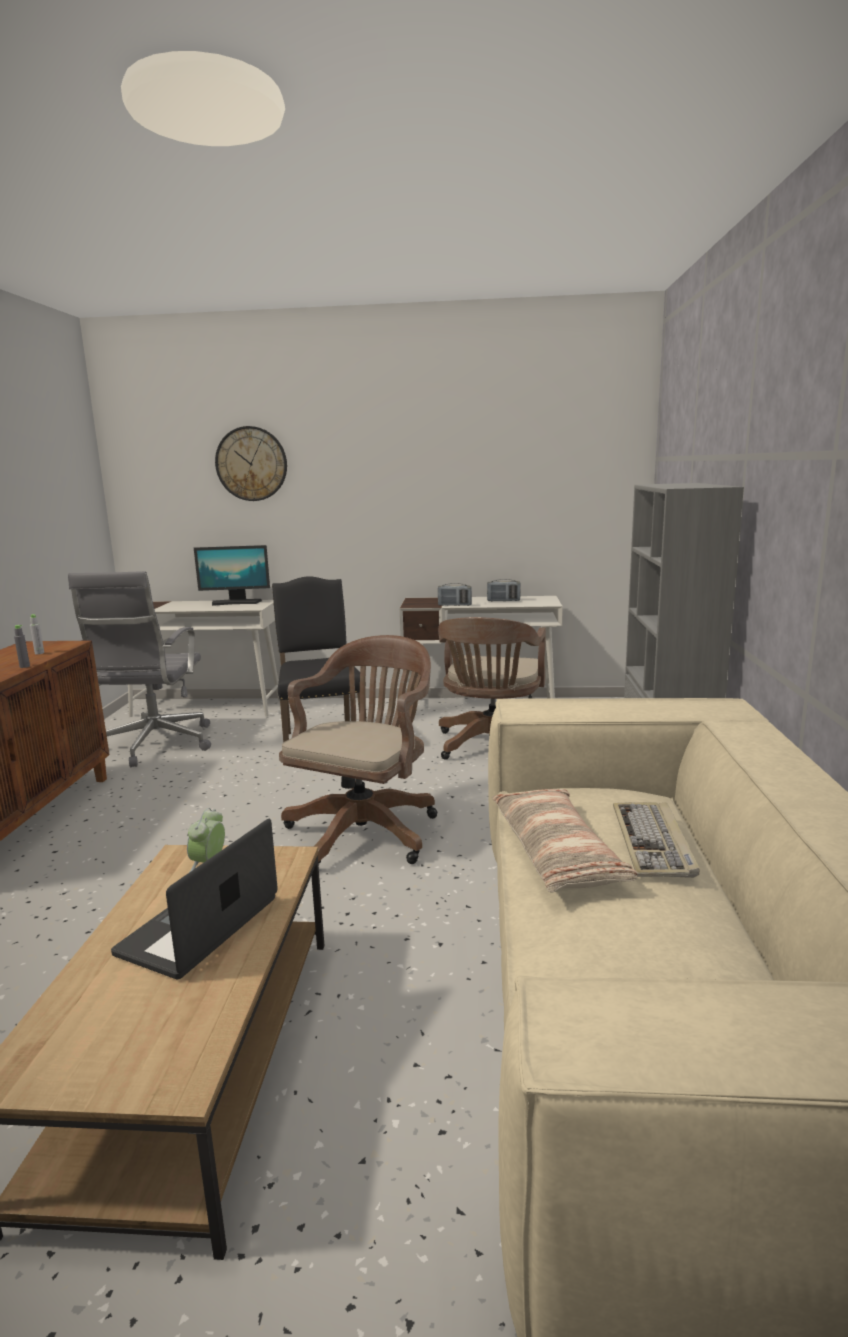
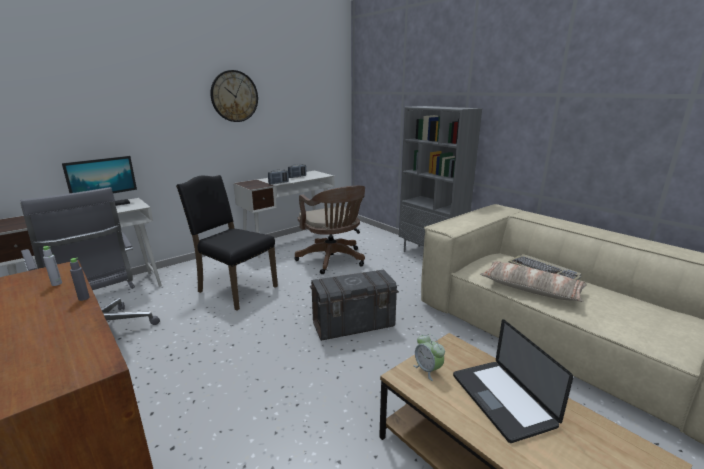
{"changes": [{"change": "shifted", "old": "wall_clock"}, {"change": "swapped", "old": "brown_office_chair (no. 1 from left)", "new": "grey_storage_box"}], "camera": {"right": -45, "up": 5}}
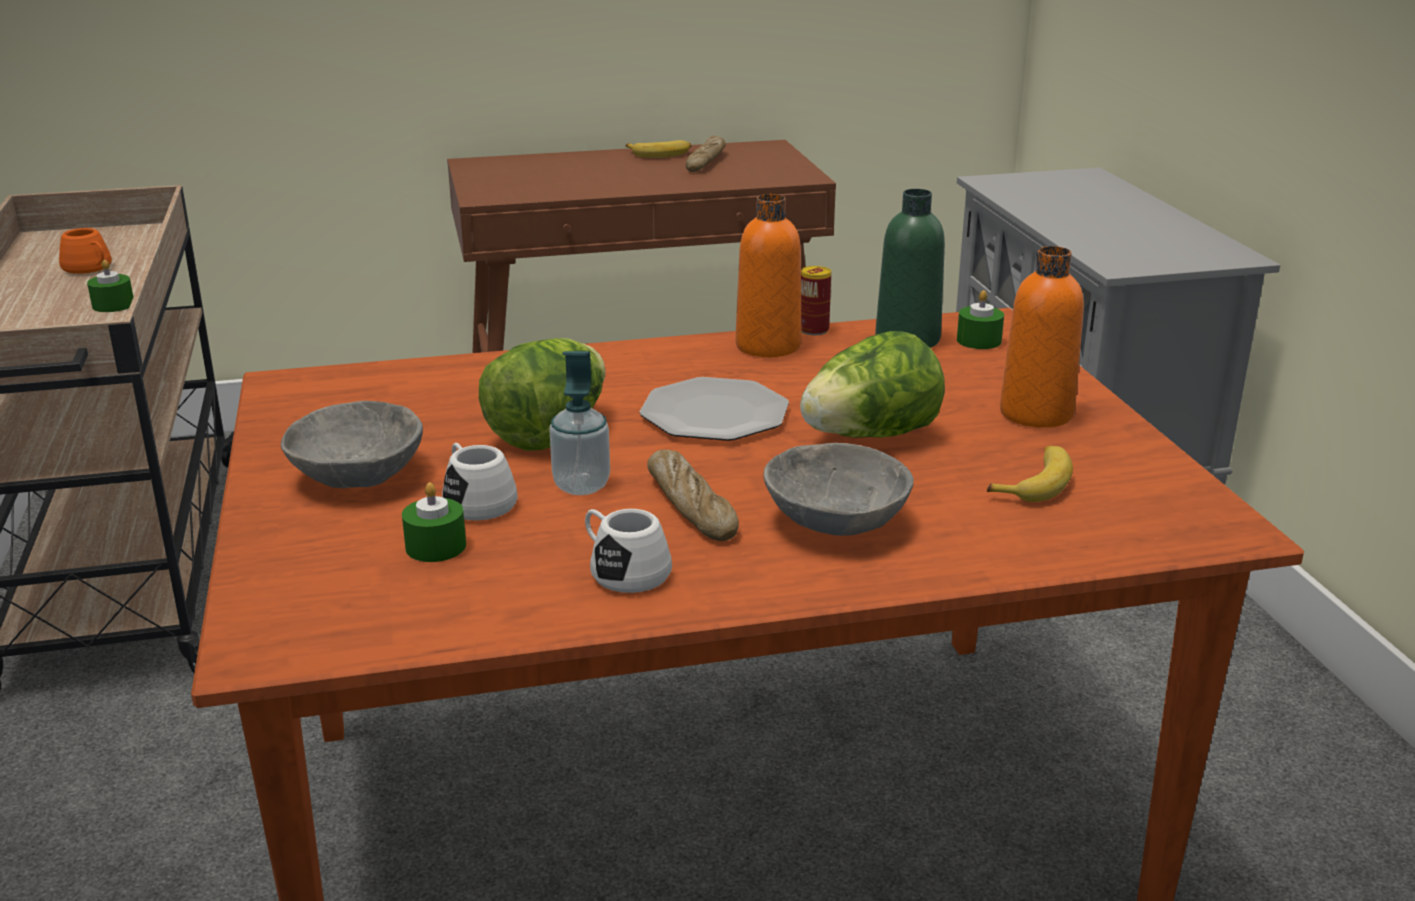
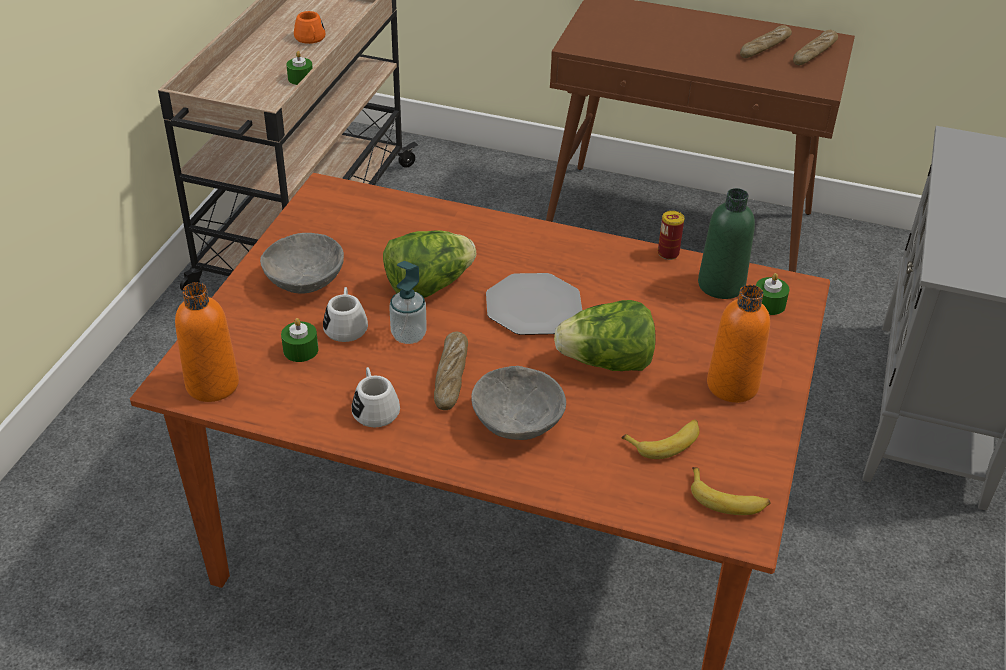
{"changes": [{"change": "new", "new": "bread (no. 3 from left)"}, {"change": "shifted", "old": "banana (no. 1 from left in the first image)", "new": "banana (no. 2 from left)"}, {"change": "shifted", "old": "orange_bottle (no. 1 from left)"}], "camera": {"right": 30, "up": 15}}
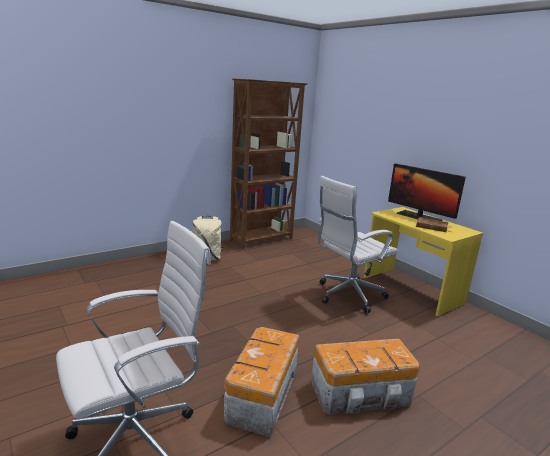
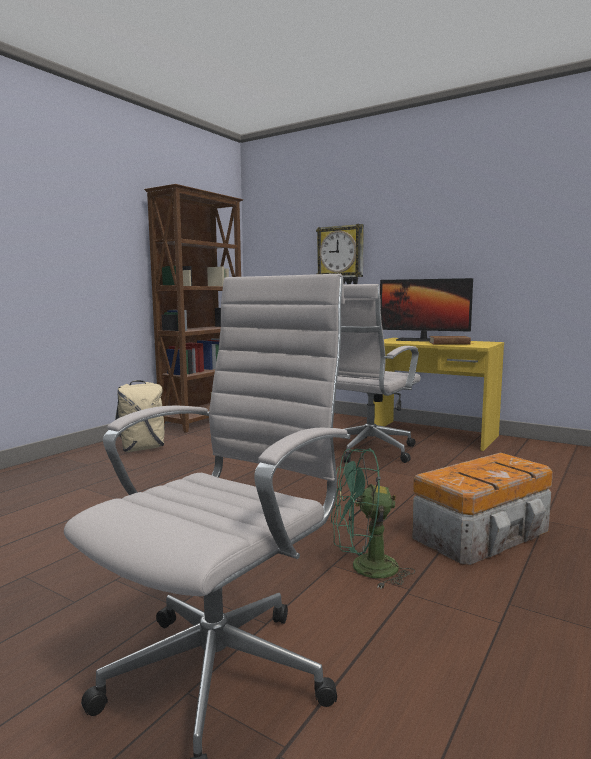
{"changes": [{"change": "new", "new": "wall_clock"}, {"change": "swapped", "old": "storage_box (no. 1 from left)", "new": "green_fan"}], "camera": {"right": -20, "up": -10}}
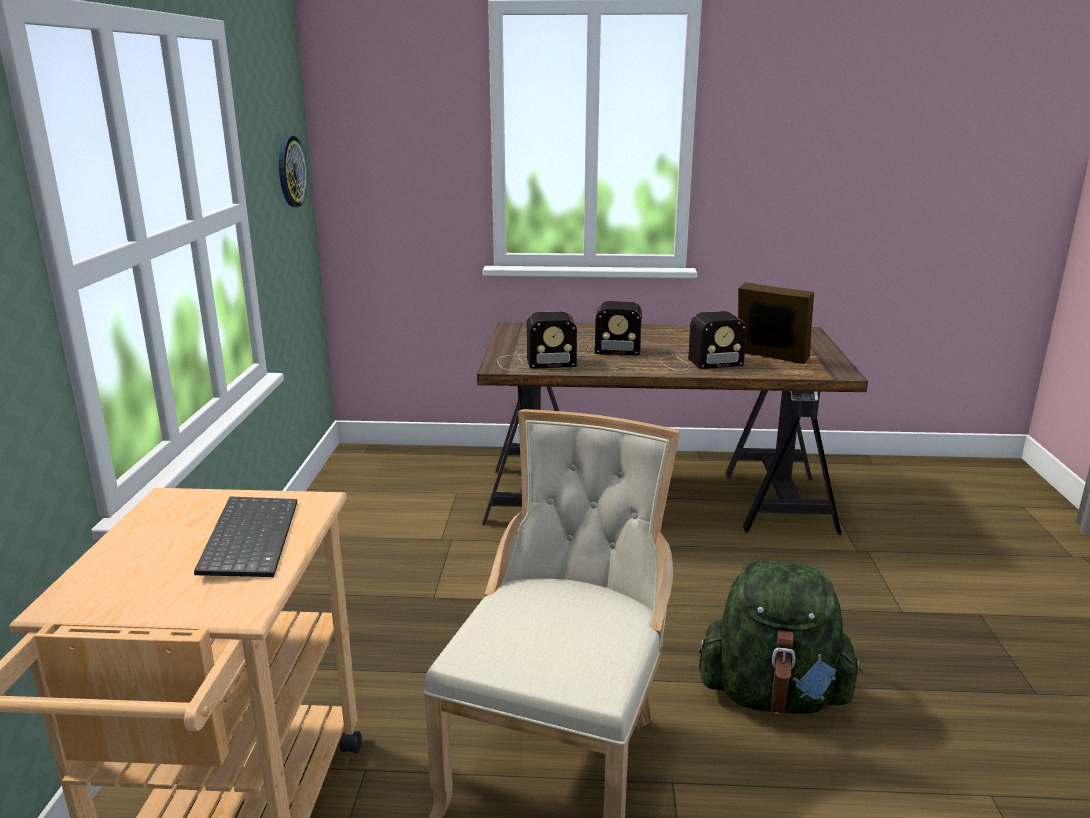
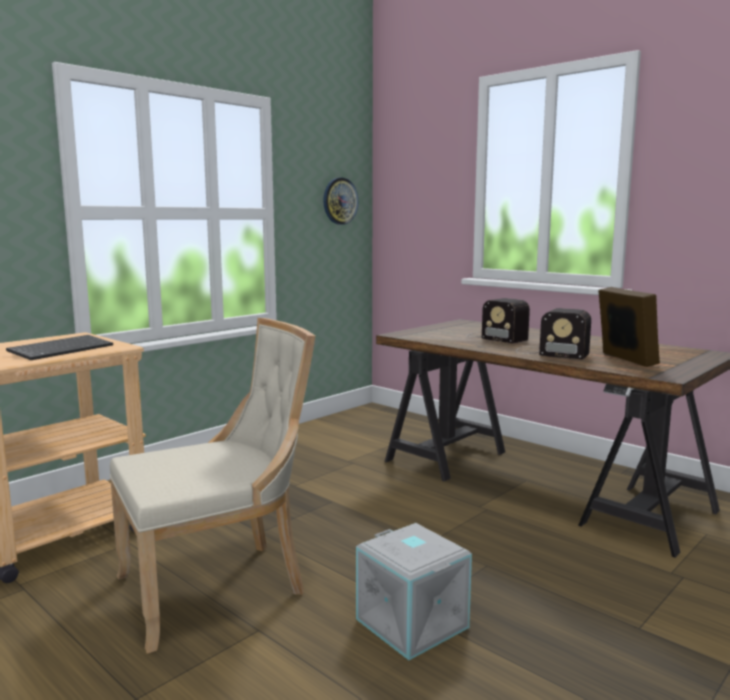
{"changes": [{"change": "gone", "old": "radio (no. 1 from left)"}, {"change": "swapped", "old": "green_backpack", "new": "grey_storage_box"}], "camera": {"right": 40, "up": -10}}
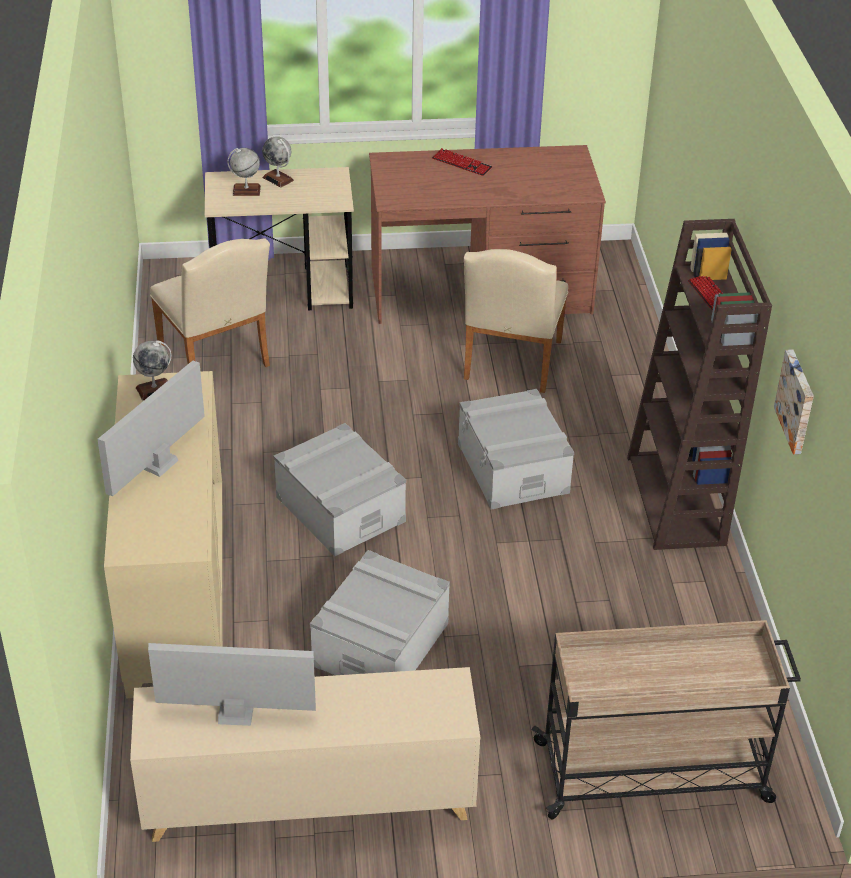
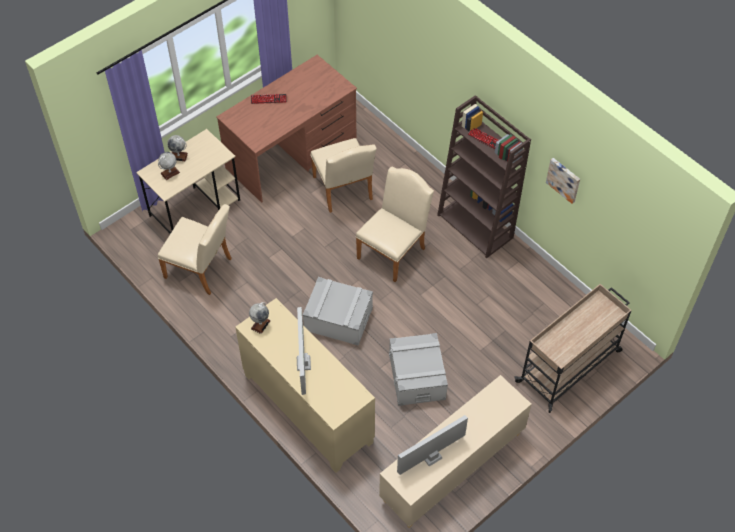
{"changes": [{"change": "swapped", "old": "grey_storage_box (no. 3 from left)", "new": "beige_chair (no. 3 from left)"}], "camera": {"right": -35, "up": 15}}
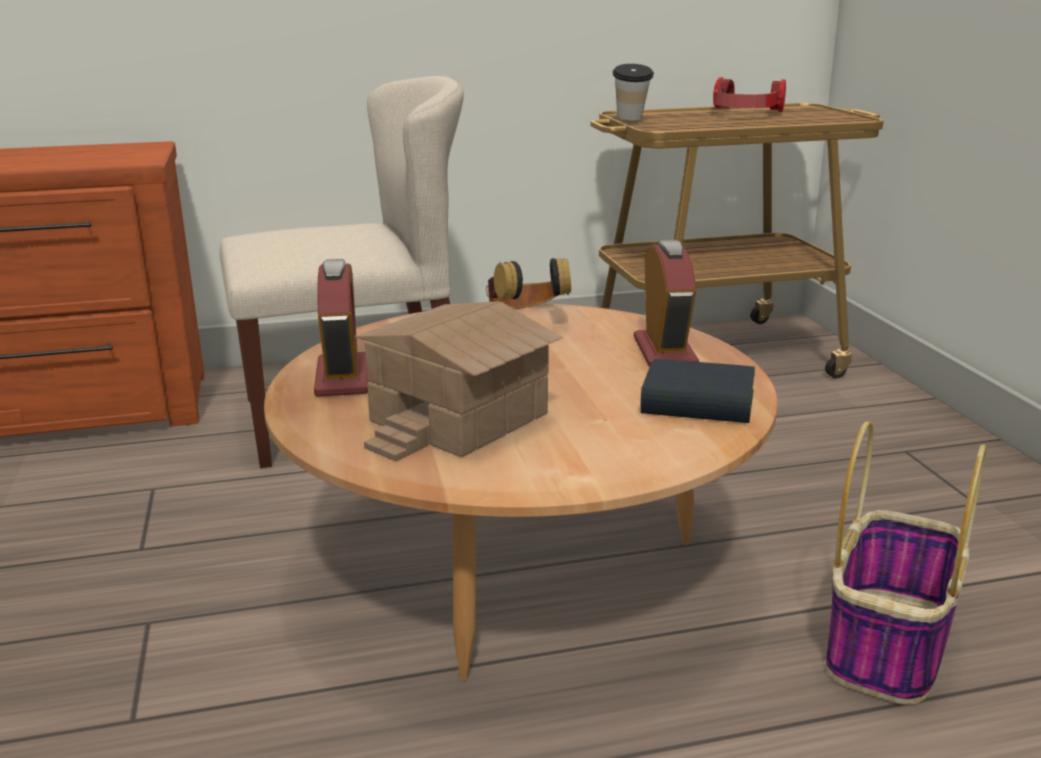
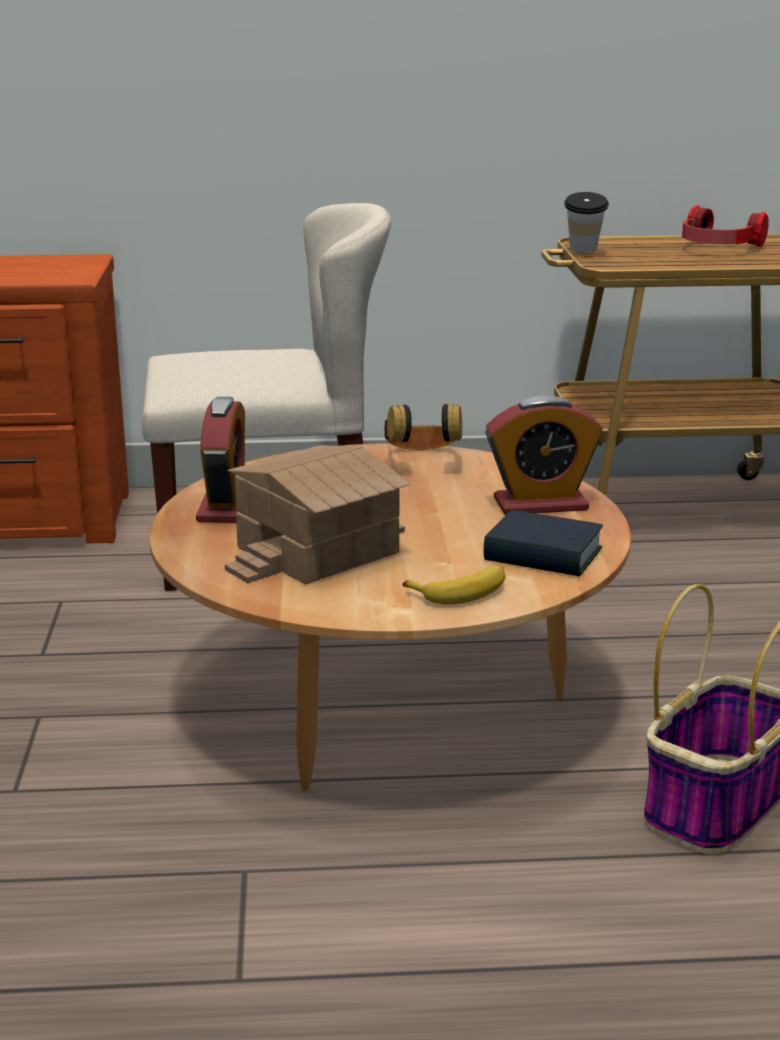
{"changes": [{"change": "new", "new": "banana"}, {"change": "rotated", "old": "alarm_clock (no. 2 from left)", "degrees": 75}], "camera": {"right": 10, "up": 0}}
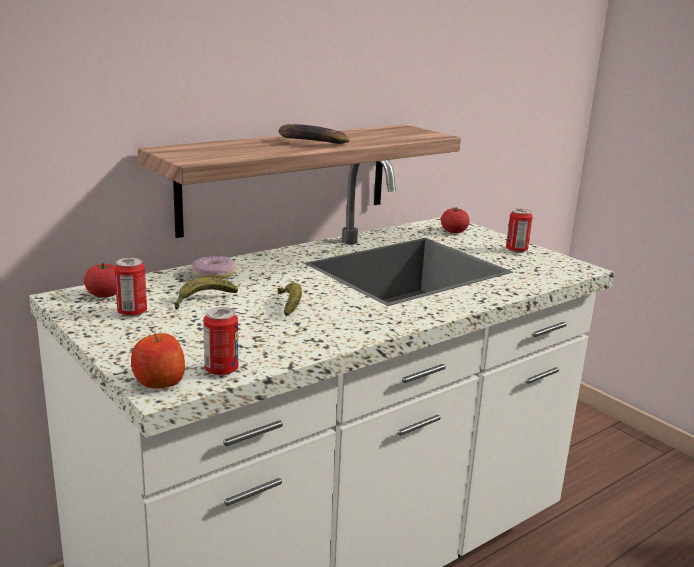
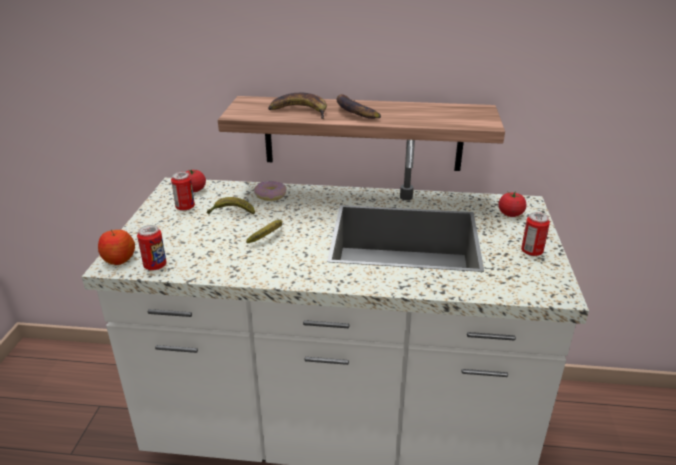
{"changes": [{"change": "new", "new": "banana (no. 3 from left)"}], "camera": {"right": 45, "up": 10}}
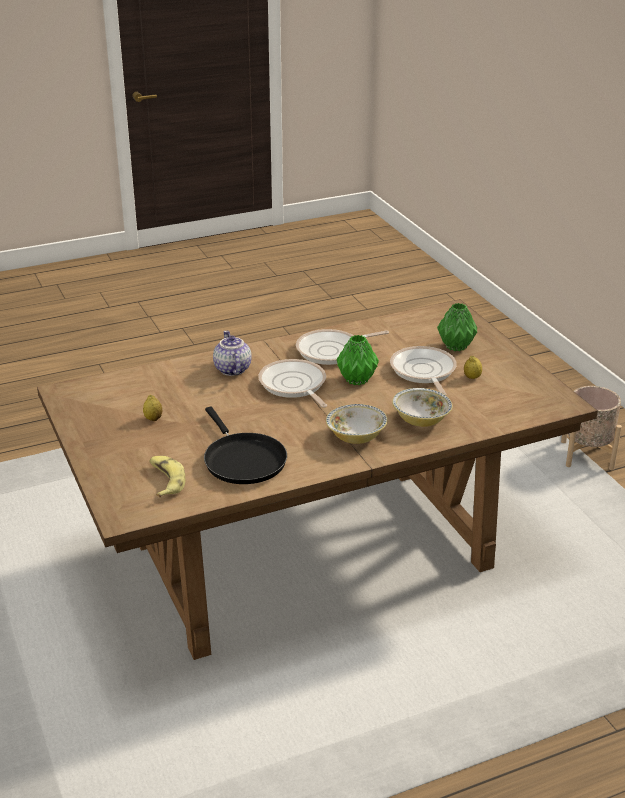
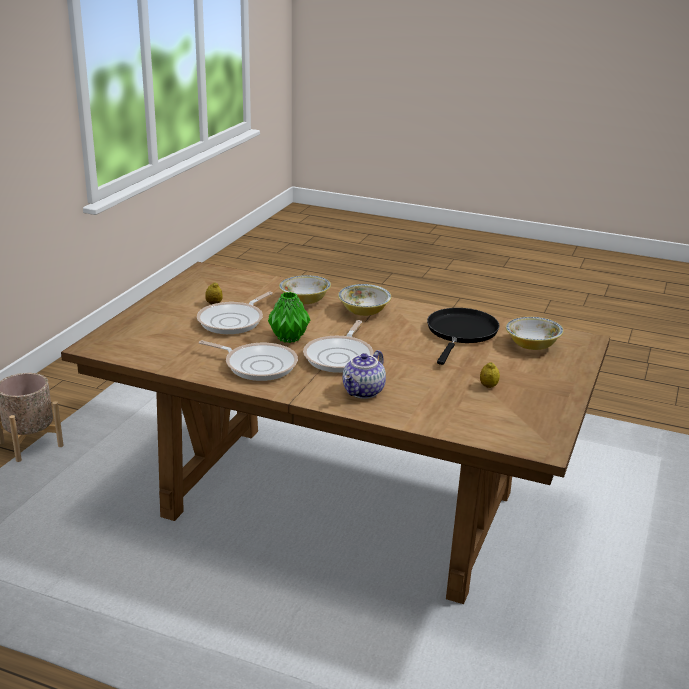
{"changes": [{"change": "gone", "old": "green_vase (no. 2 from left)"}, {"change": "swapped", "old": "banana", "new": "bowl (no. 3 from left)"}], "camera": {"right": -135, "up": -5}}
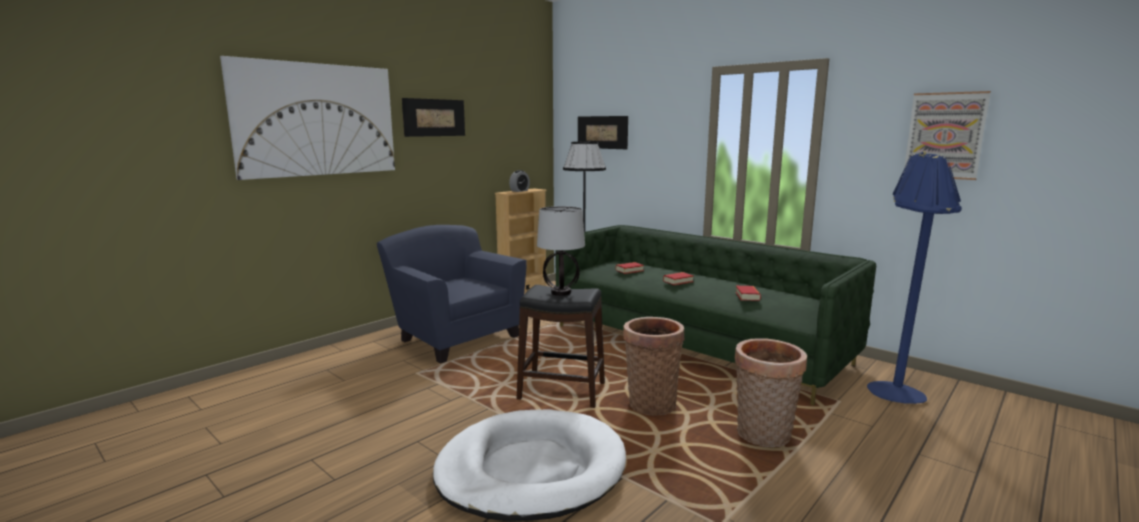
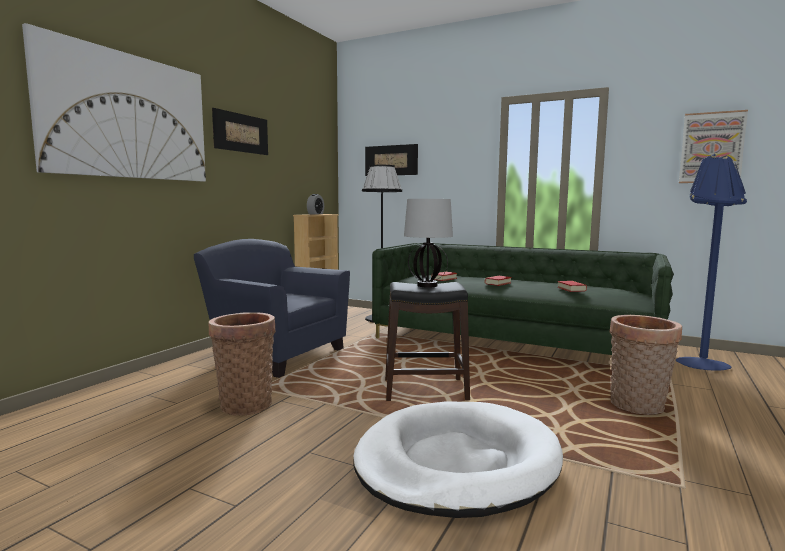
{"changes": [{"change": "shifted", "old": "basket (no. 1 from left)"}], "camera": {"right": -15, "up": -5}}
